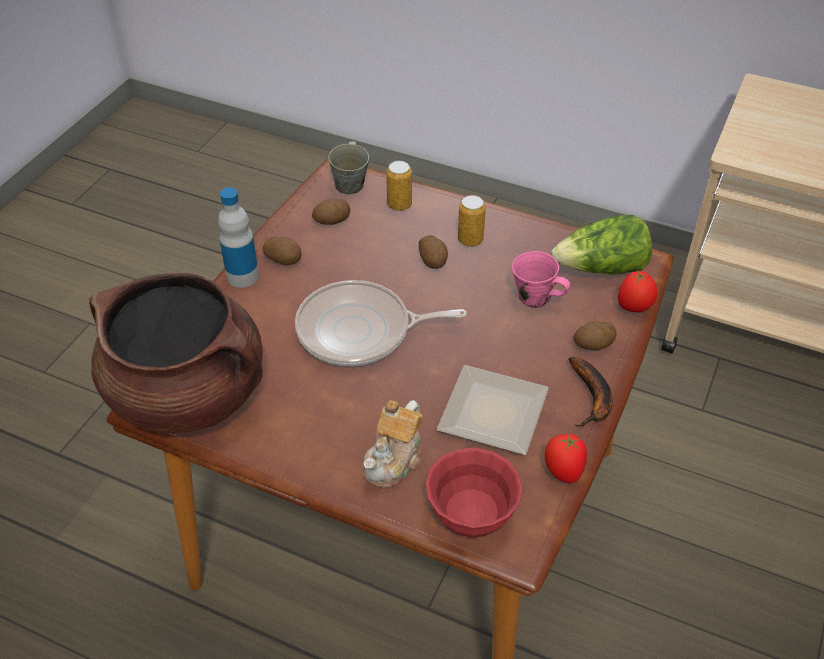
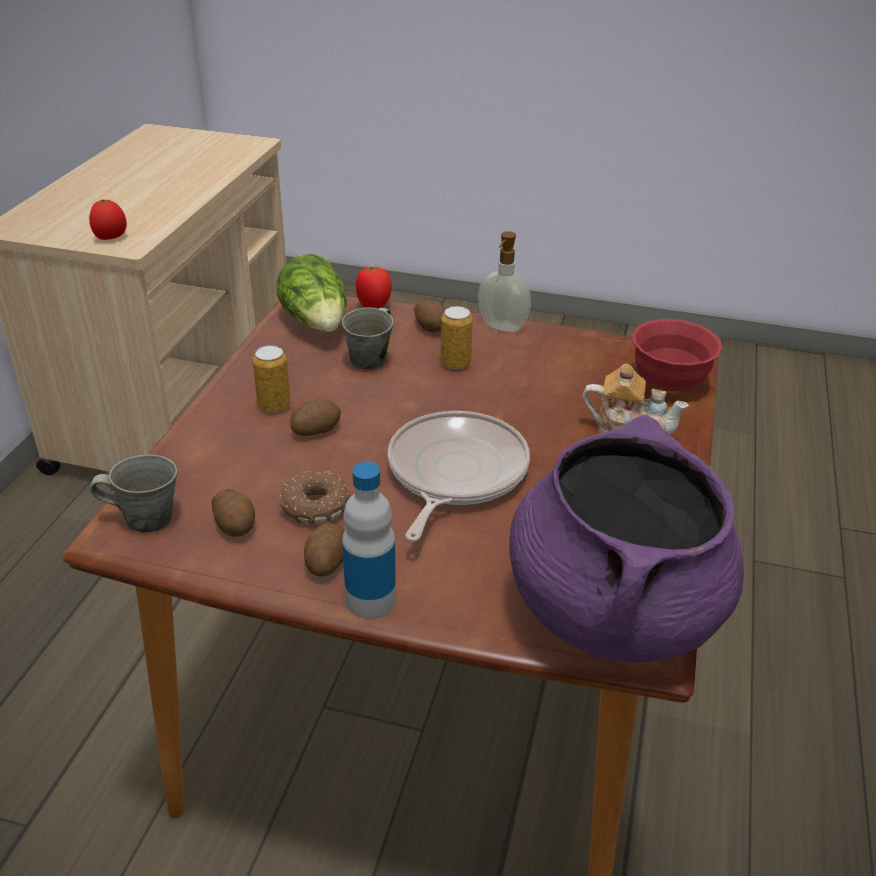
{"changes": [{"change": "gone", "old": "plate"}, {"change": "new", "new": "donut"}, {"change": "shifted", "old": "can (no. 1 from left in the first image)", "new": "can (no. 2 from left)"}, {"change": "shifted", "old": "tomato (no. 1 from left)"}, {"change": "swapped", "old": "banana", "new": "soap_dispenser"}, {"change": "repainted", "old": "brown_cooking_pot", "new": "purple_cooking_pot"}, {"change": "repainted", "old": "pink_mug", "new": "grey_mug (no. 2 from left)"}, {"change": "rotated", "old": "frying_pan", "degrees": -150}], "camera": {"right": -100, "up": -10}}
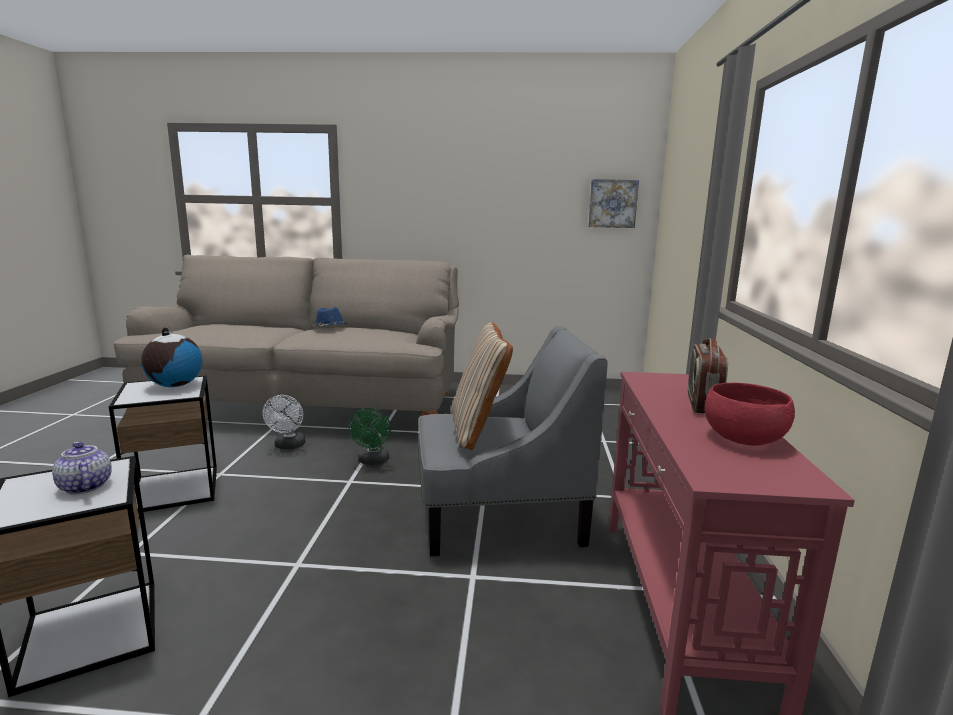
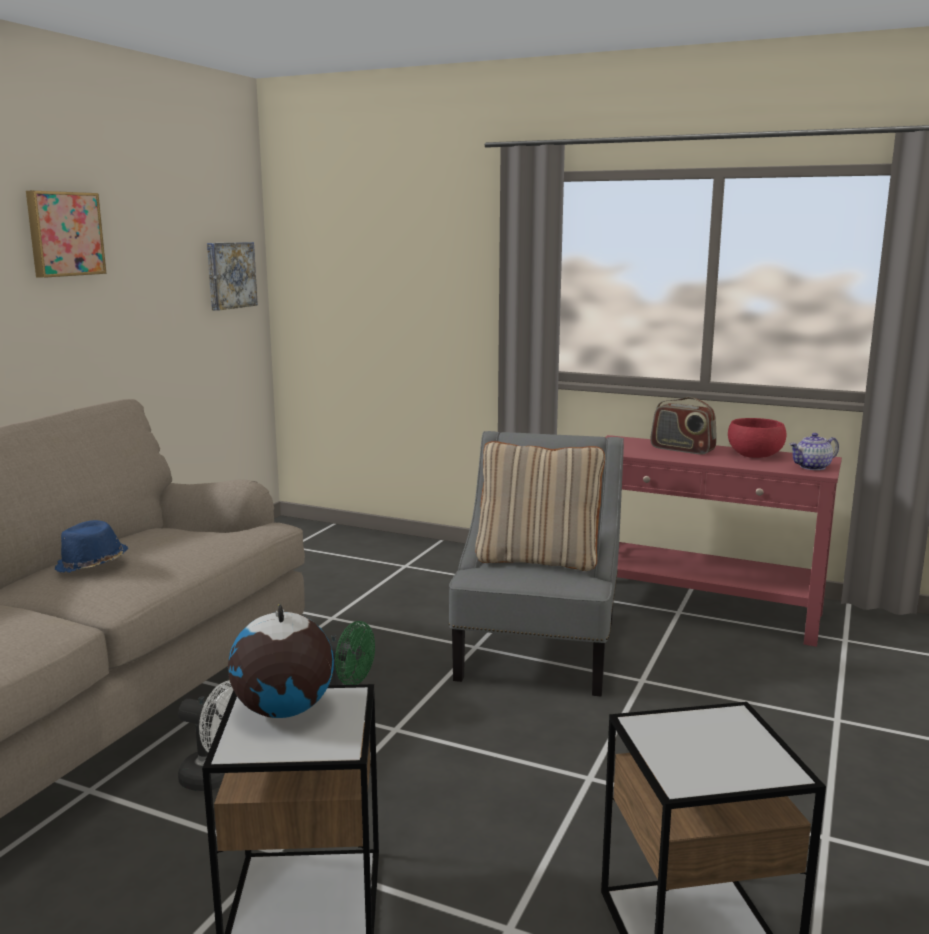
{"changes": [{"change": "new", "new": "picture (no. 1 from left)"}, {"change": "shifted", "old": "teapot"}], "camera": {"right": -70, "up": 0}}
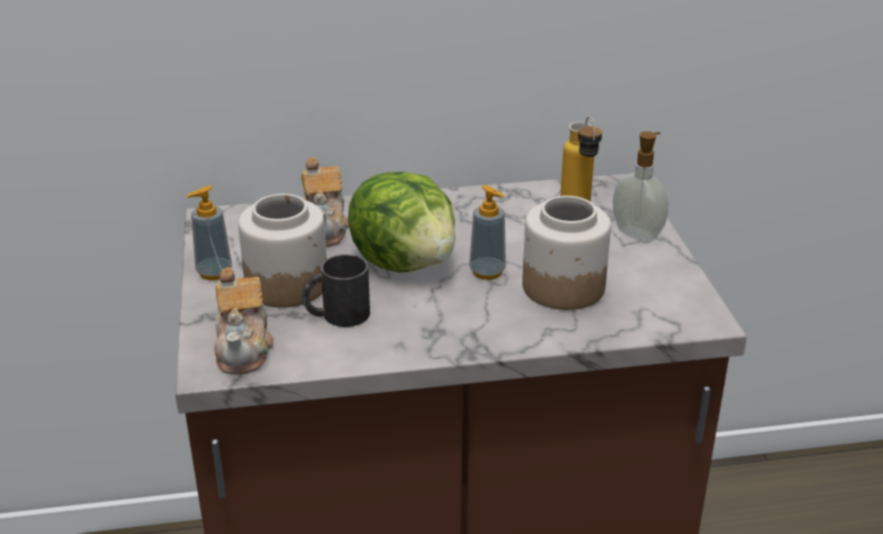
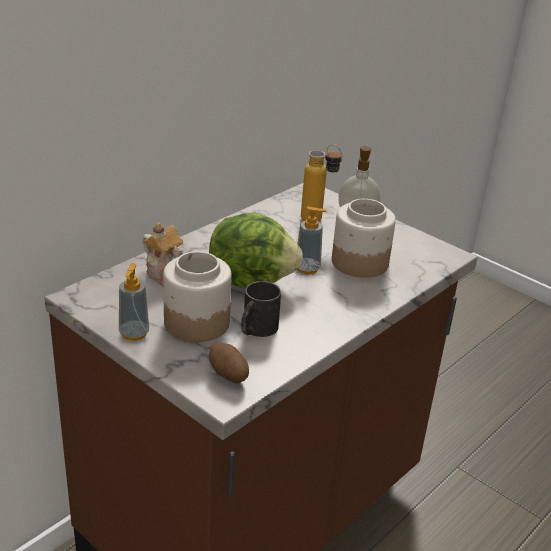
{"changes": [{"change": "swapped", "old": "teapot (no. 1 from left)", "new": "potato"}], "camera": {"right": -40, "up": 0}}
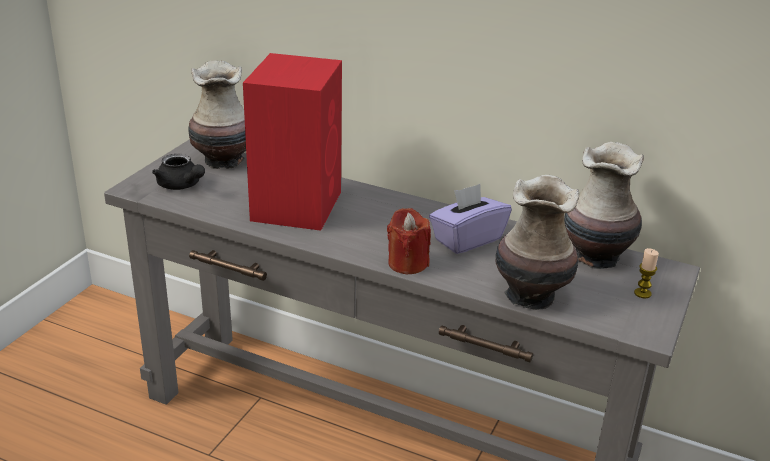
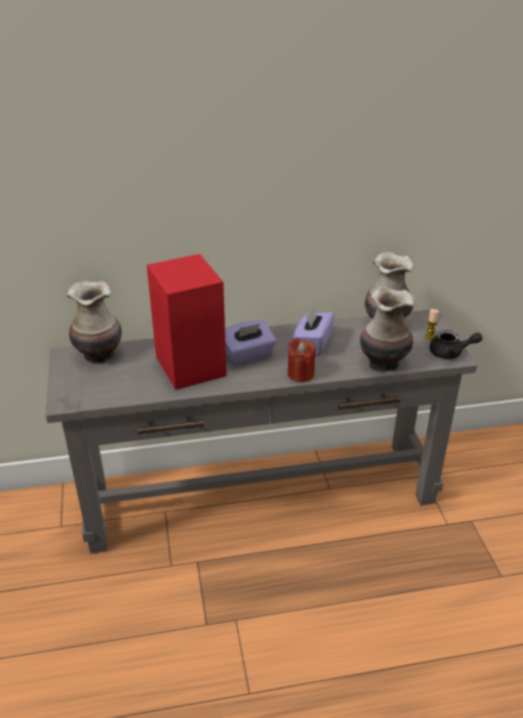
{"changes": [{"change": "new", "new": "purple_tissue_box (no. 1 from left)"}, {"change": "shifted", "old": "black_teapot"}], "camera": {"right": -35, "up": 5}}
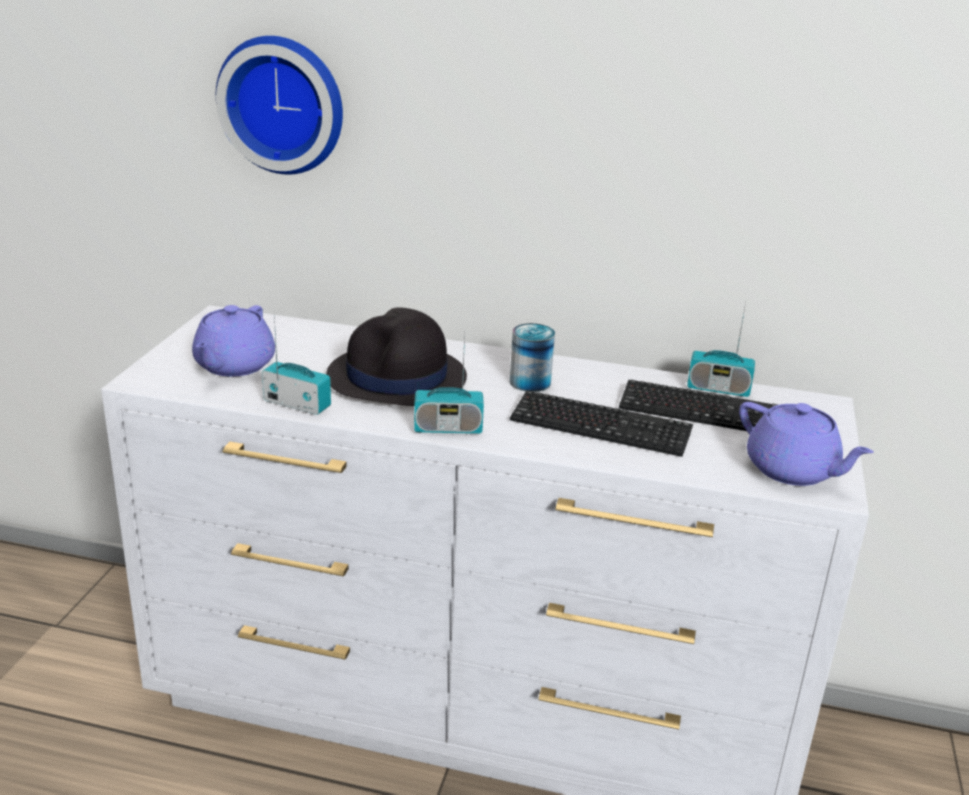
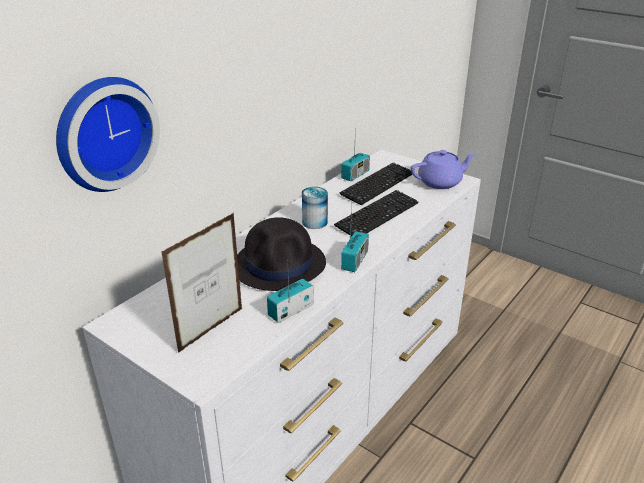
{"changes": [{"change": "swapped", "old": "purple_teapot (no. 1 from left)", "new": "picture_frame"}], "camera": {"right": -65, "up": 5}}
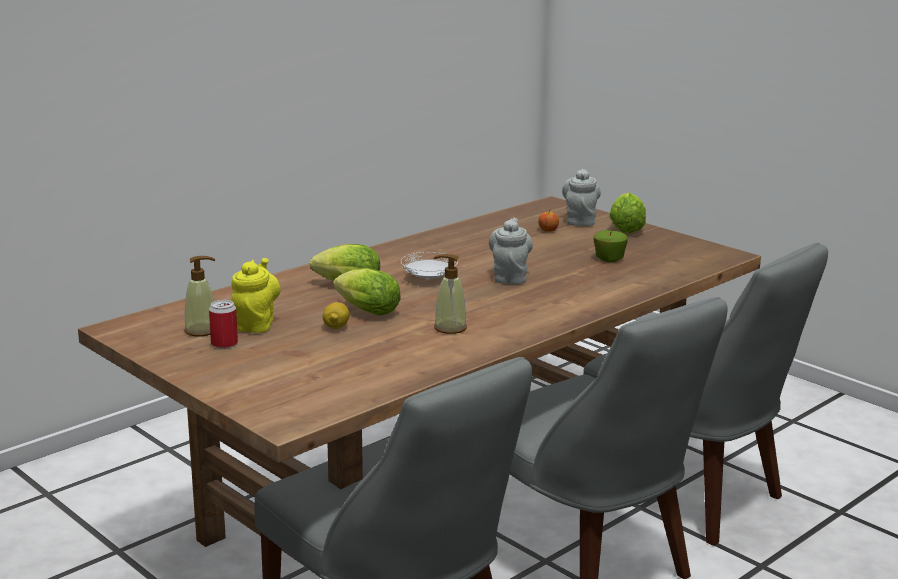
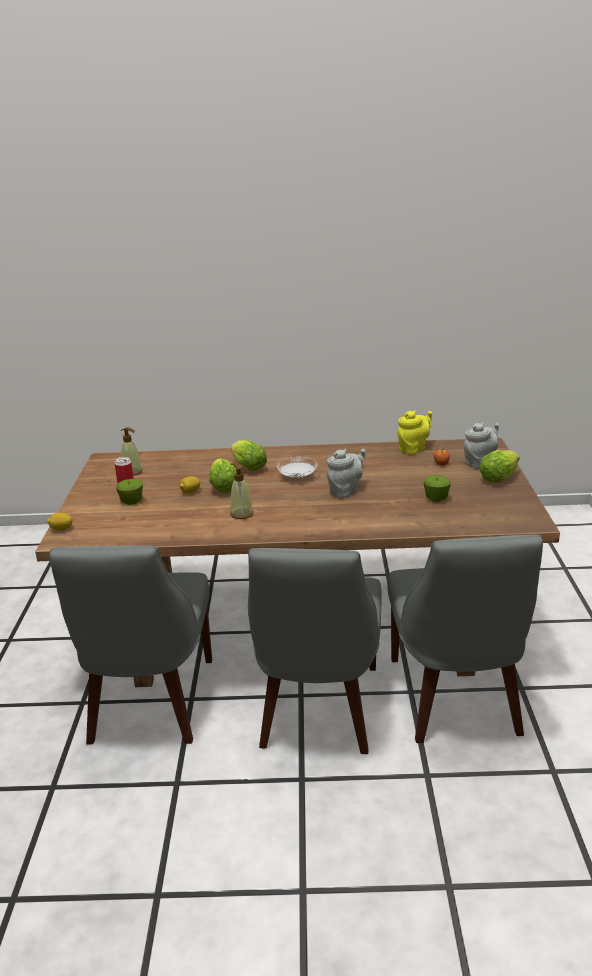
{"changes": [{"change": "new", "new": "lemon (no. 1 from left)"}, {"change": "new", "new": "apple (no. 1 from left)"}, {"change": "shifted", "old": "yellow_teapot"}], "camera": {"right": 45, "up": 5}}
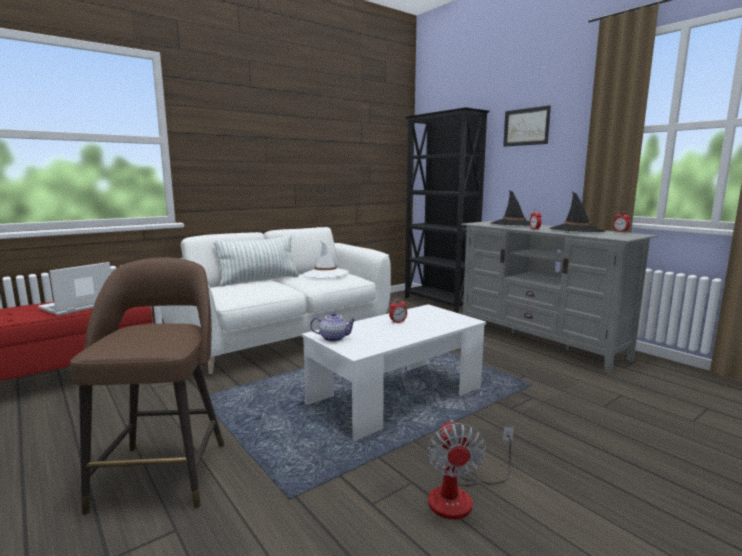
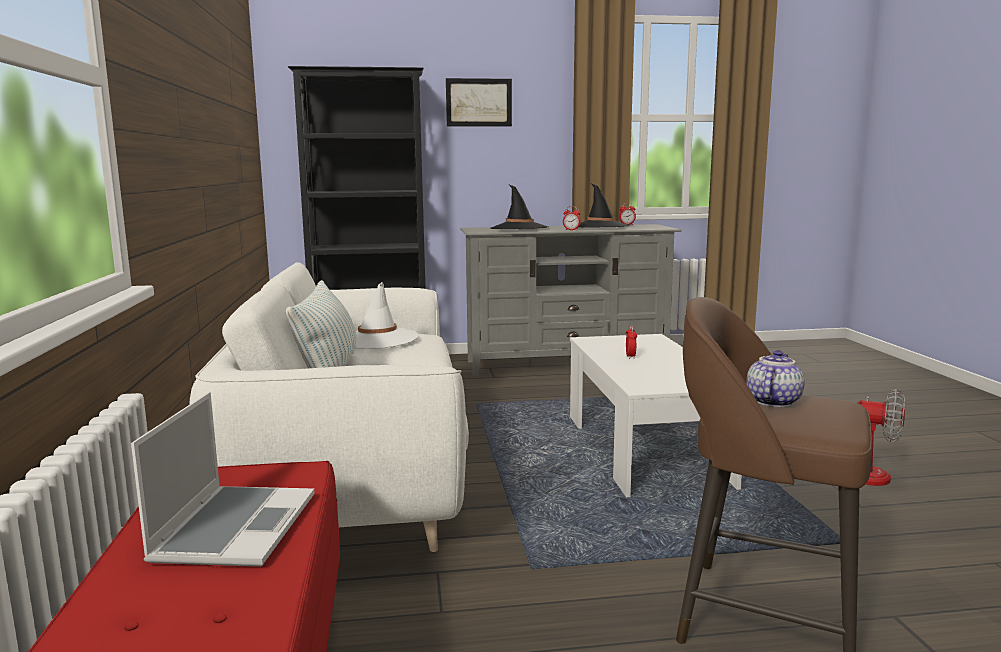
{"changes": [{"change": "shifted", "old": "teapot"}, {"change": "rotated", "old": "laptop", "degrees": -150}], "camera": {"right": -60, "up": 0}}
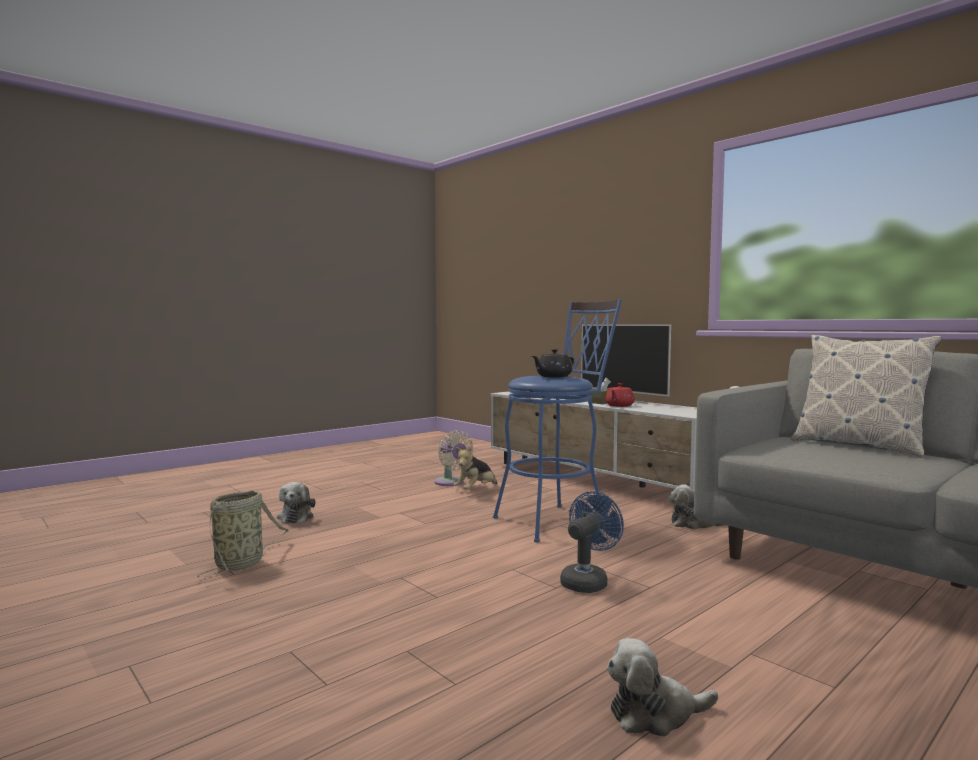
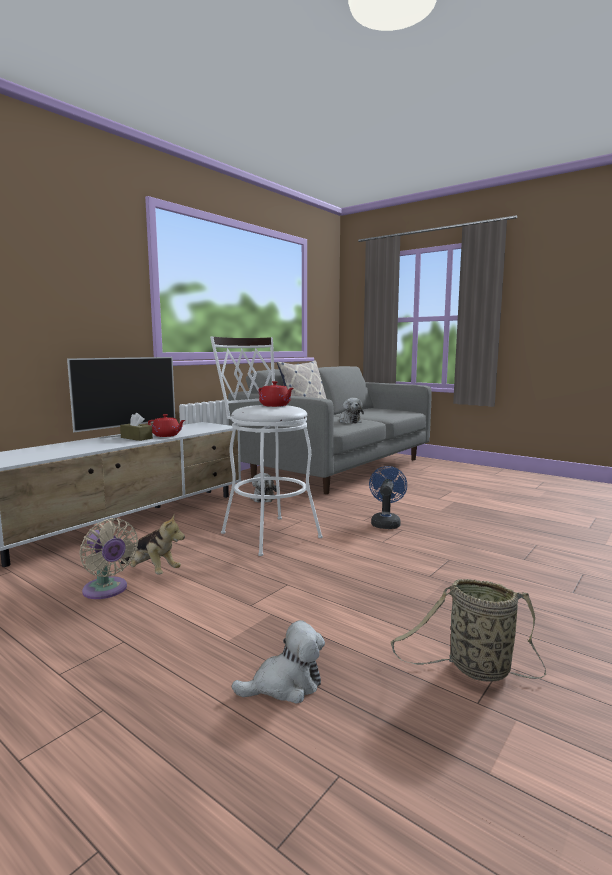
{"changes": [{"change": "shifted", "old": "plush_toy (no. 3 from left in the first image)", "new": "plush_toy (no. 4 from left)"}, {"change": "repainted", "old": "blue_stool", "new": "white_stool"}, {"change": "repainted", "old": "black_teapot", "new": "red_teapot (no. 2 from left)"}, {"change": "rotated", "old": "beige_fan", "degrees": 90}, {"change": "rotated", "old": "blue_fan", "degrees": 75}], "camera": {"right": -100, "up": 5}}
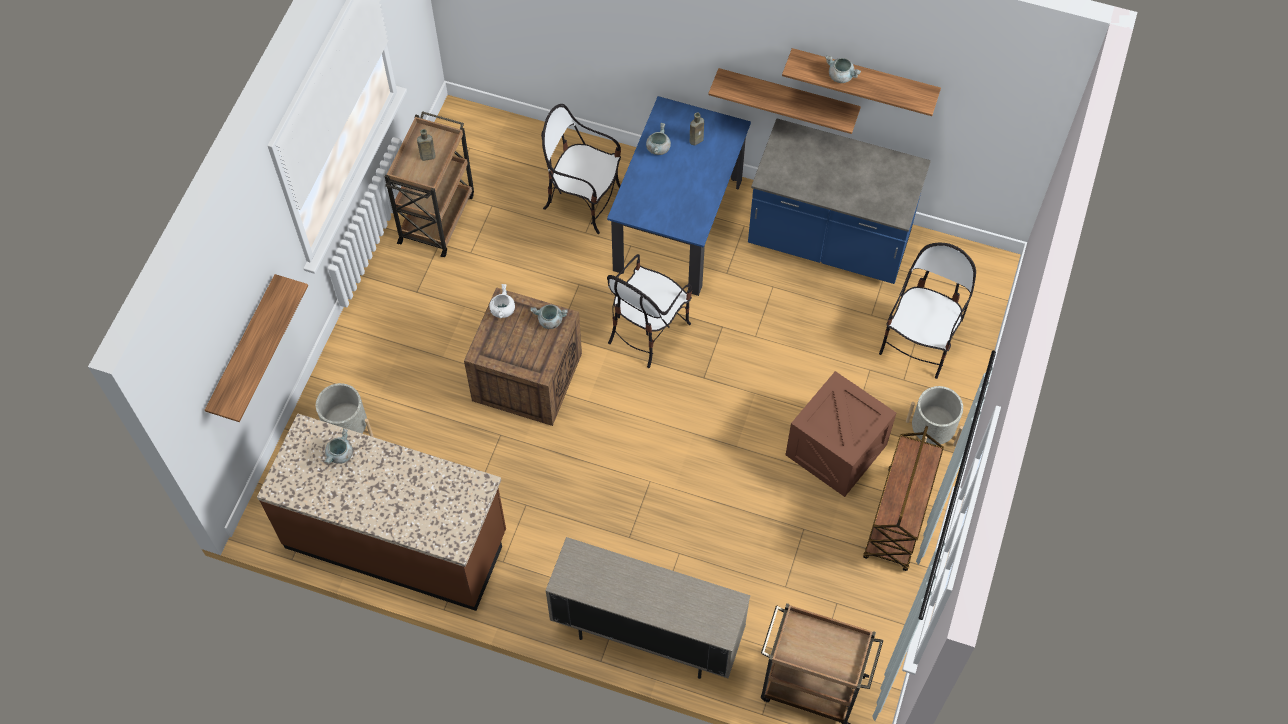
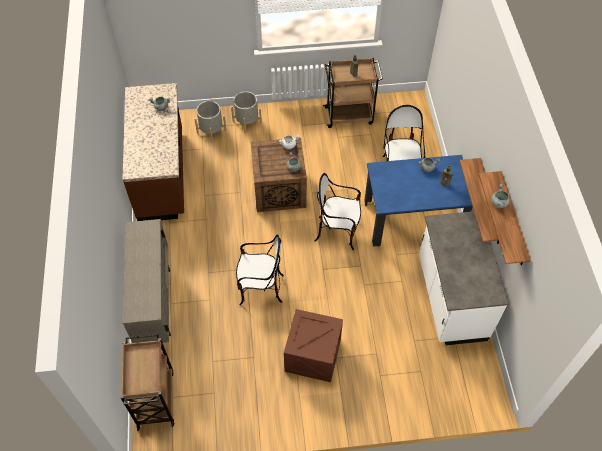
{"changes": [{"change": "gone", "old": "shelf (no. 1 from left)"}, {"change": "gone", "old": "brown_cart (no. 3 from left)"}, {"change": "shifted", "old": "chair (no. 3 from left in the first image)", "new": "chair (no. 1 from left)"}, {"change": "shifted", "old": "grey_planter (no. 2 from left)"}, {"change": "repainted", "old": "blue_counter", "new": "white_counter"}], "camera": {"right": 65, "up": -5}}
